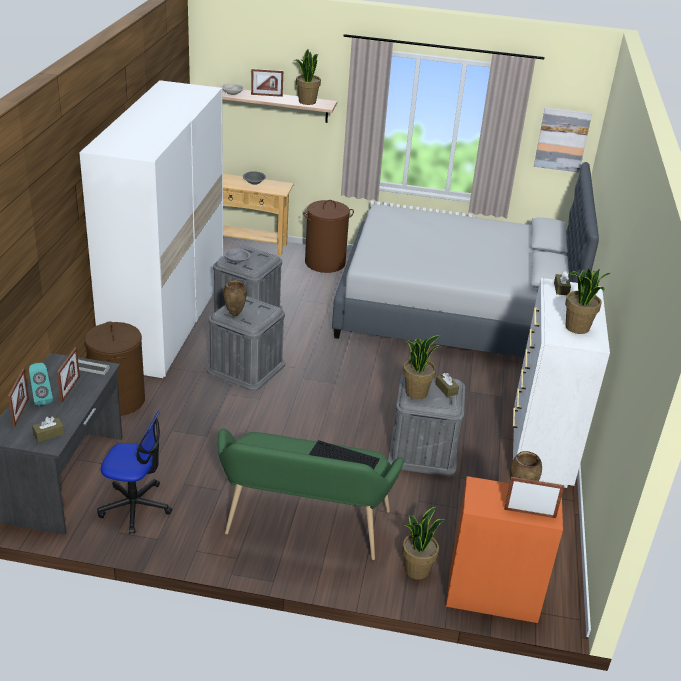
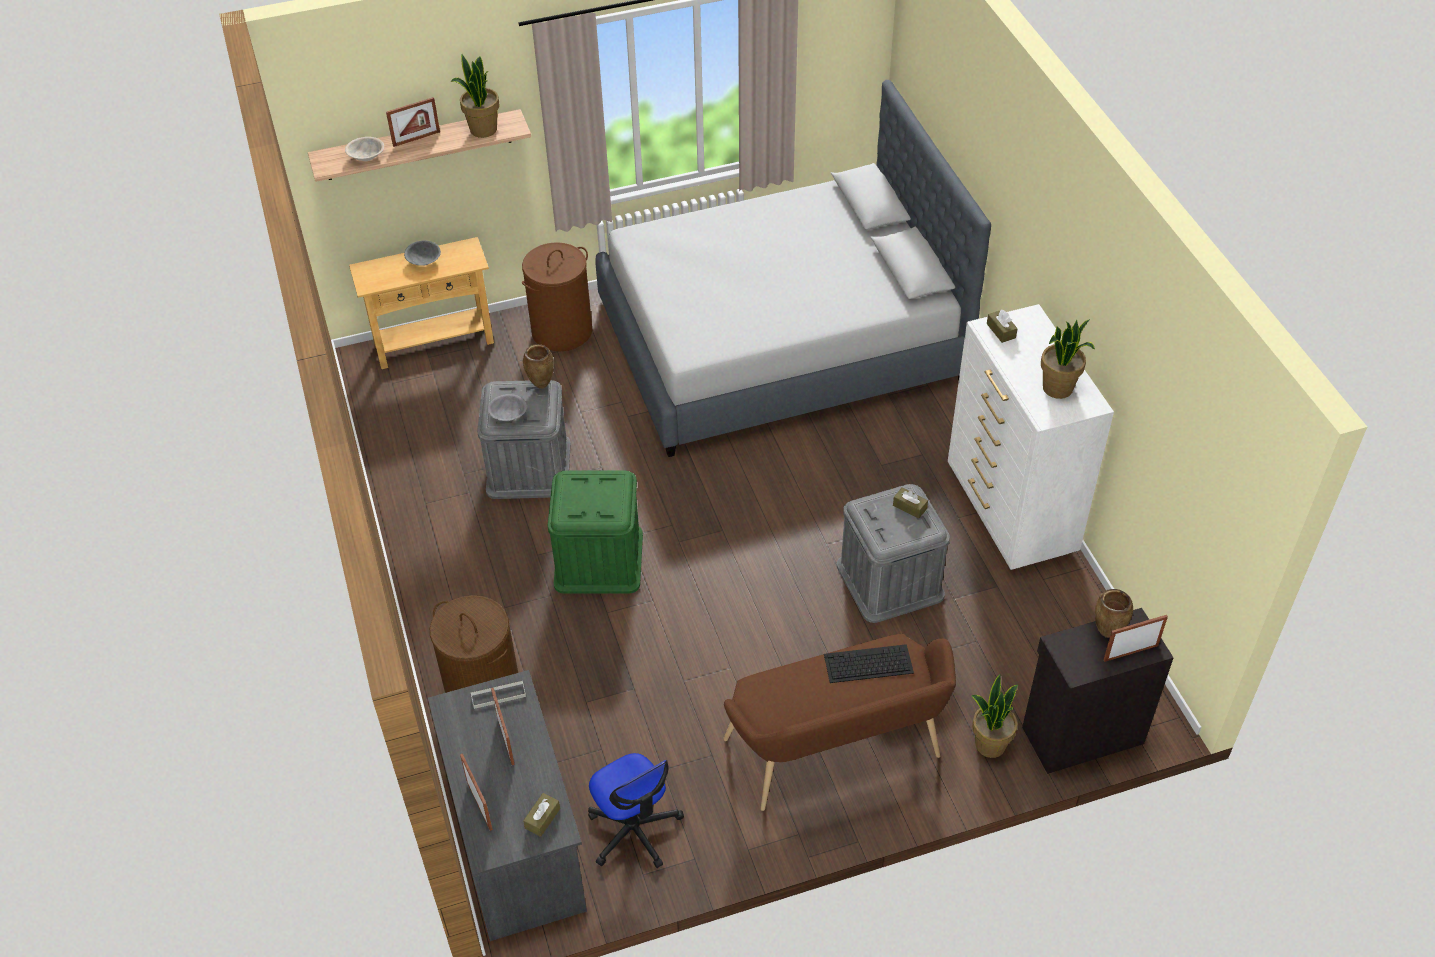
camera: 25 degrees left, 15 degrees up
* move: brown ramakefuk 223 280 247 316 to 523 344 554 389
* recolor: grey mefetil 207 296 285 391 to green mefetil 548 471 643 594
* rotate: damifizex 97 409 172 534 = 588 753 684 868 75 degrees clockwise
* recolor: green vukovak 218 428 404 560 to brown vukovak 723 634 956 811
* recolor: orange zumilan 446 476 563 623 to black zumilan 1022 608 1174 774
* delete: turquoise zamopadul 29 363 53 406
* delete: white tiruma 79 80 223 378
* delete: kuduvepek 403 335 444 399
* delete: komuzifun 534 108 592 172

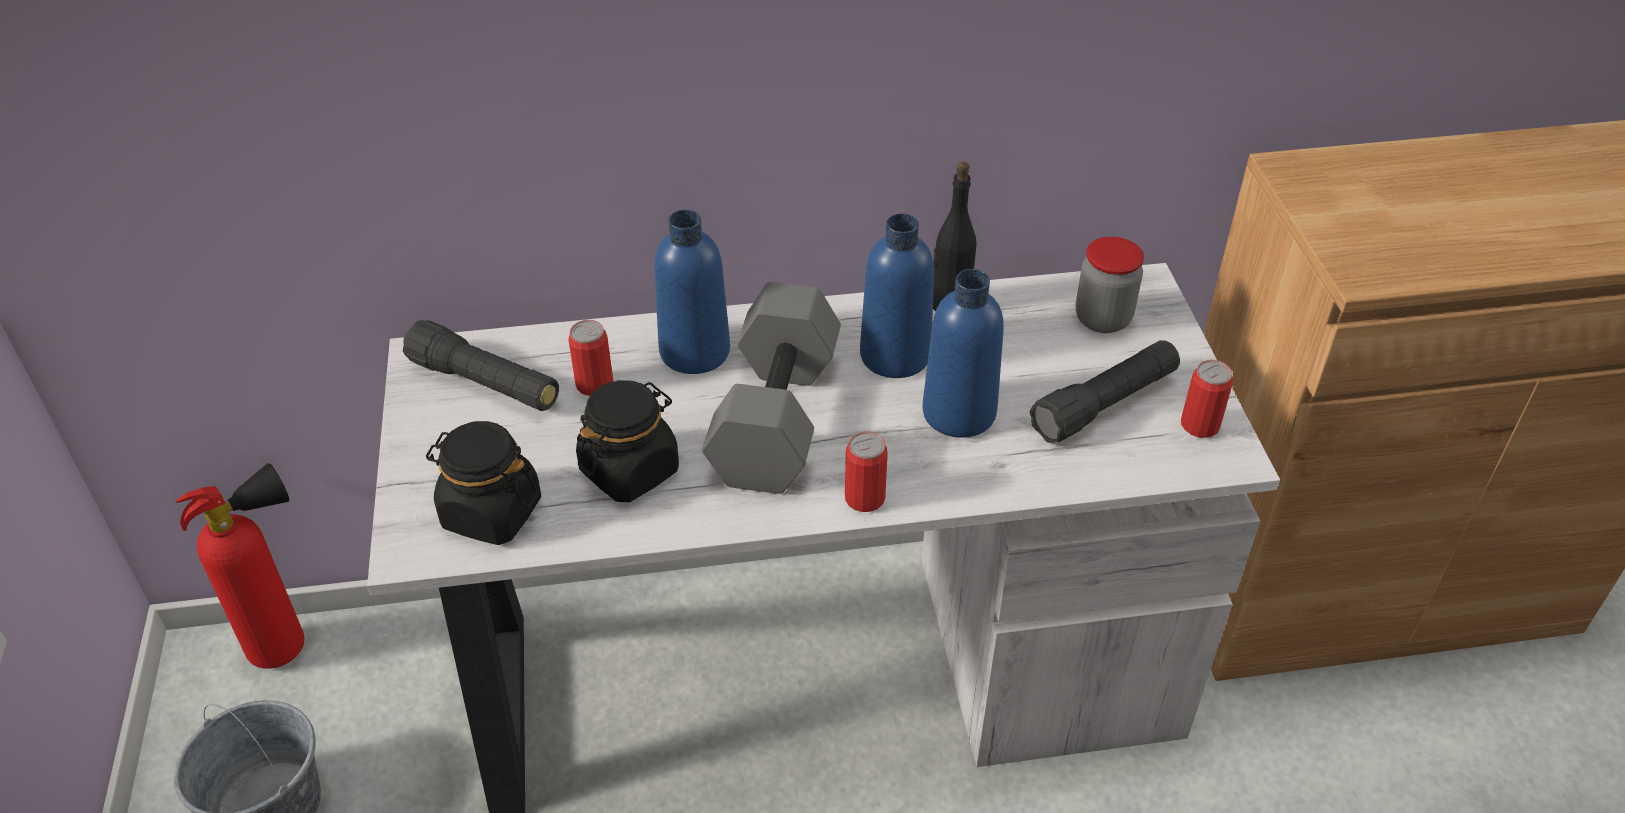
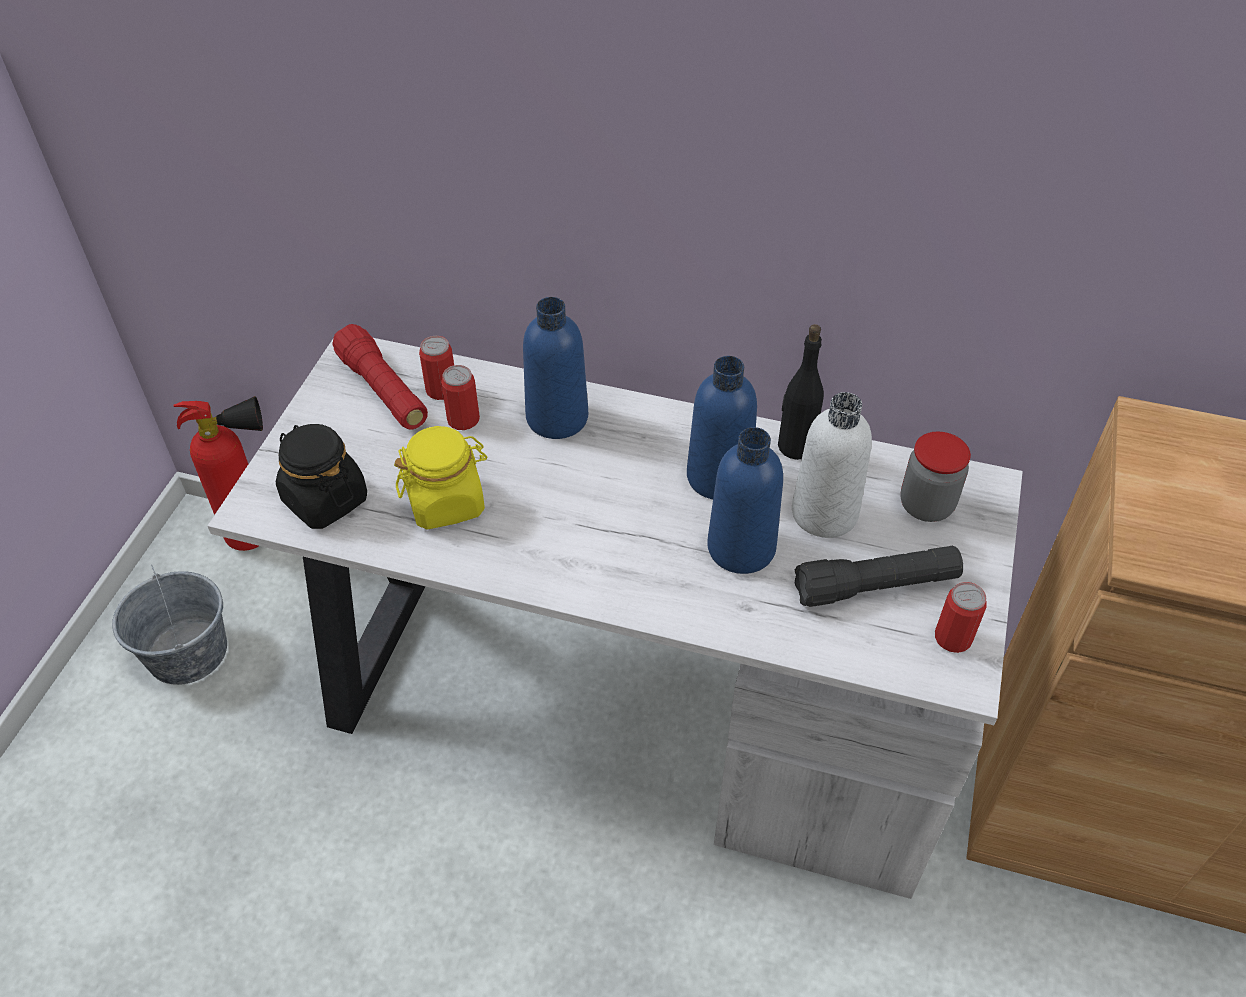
camera: 25 degrees right, 5 degrees up
* recolor: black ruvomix 403 320 559 411 to red ruvomix 333 324 428 430
* recolor: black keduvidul 576 380 679 502 to yellow keduvidul 394 426 487 530
* move: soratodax 845 431 888 512 to 419 336 454 400
* insert: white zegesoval 792 392 872 538
* delete: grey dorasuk 702 282 841 494

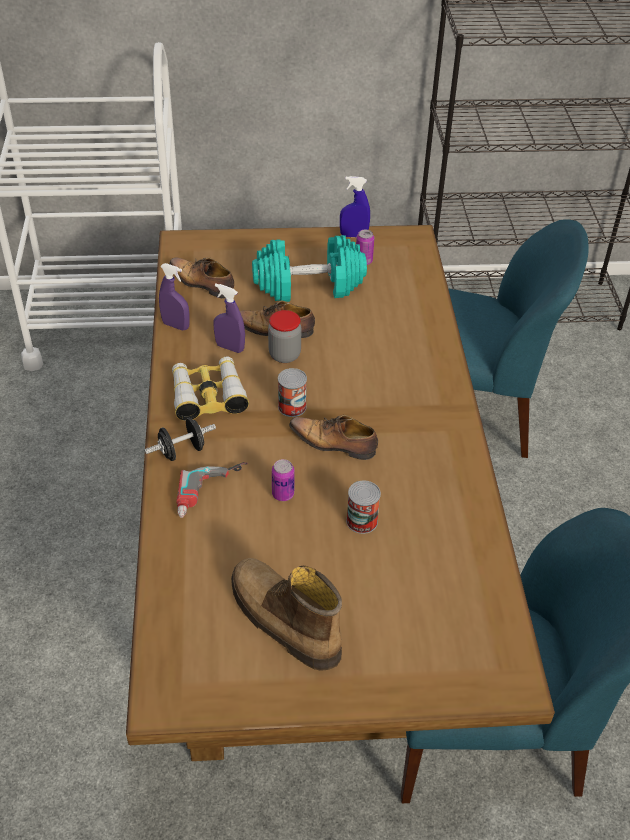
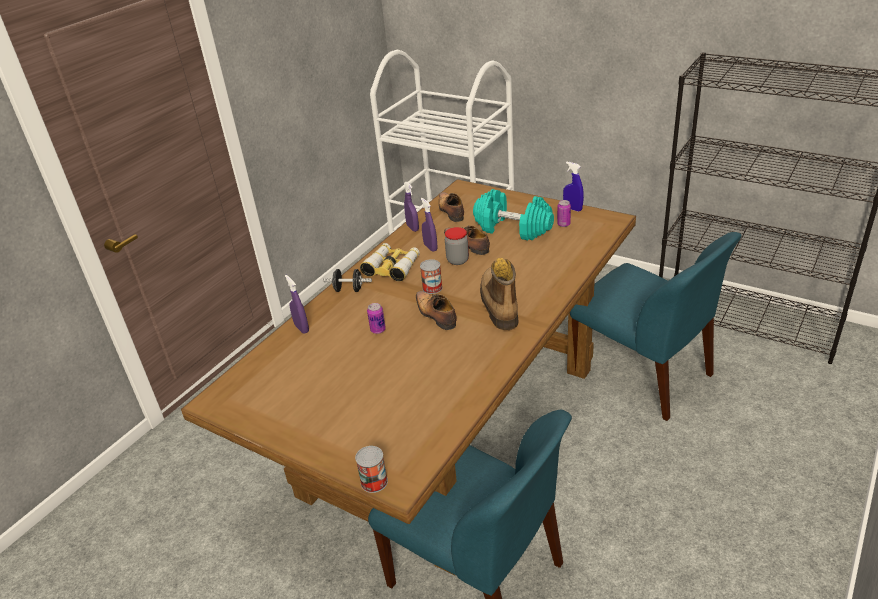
camera: 40 degrees right, 10 degrees down
* insert: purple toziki 285 275 309 334
* move: soratodax 346 480 381 534 to 355 446 388 493
* move: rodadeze 231 558 342 671 to 480 258 519 330
* delete: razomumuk 176 462 248 518

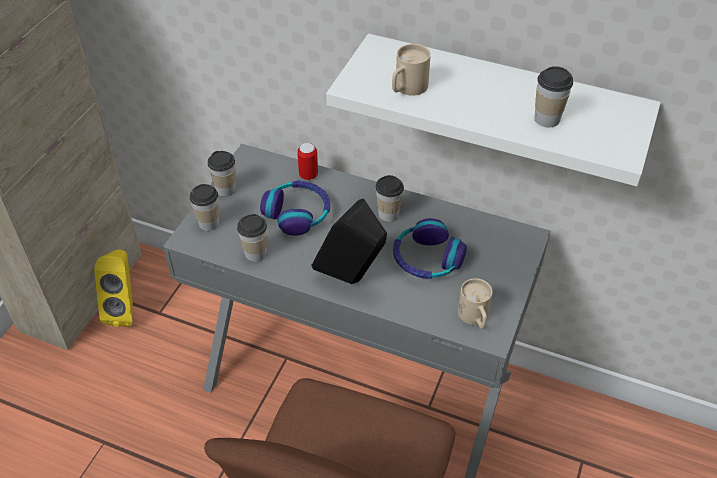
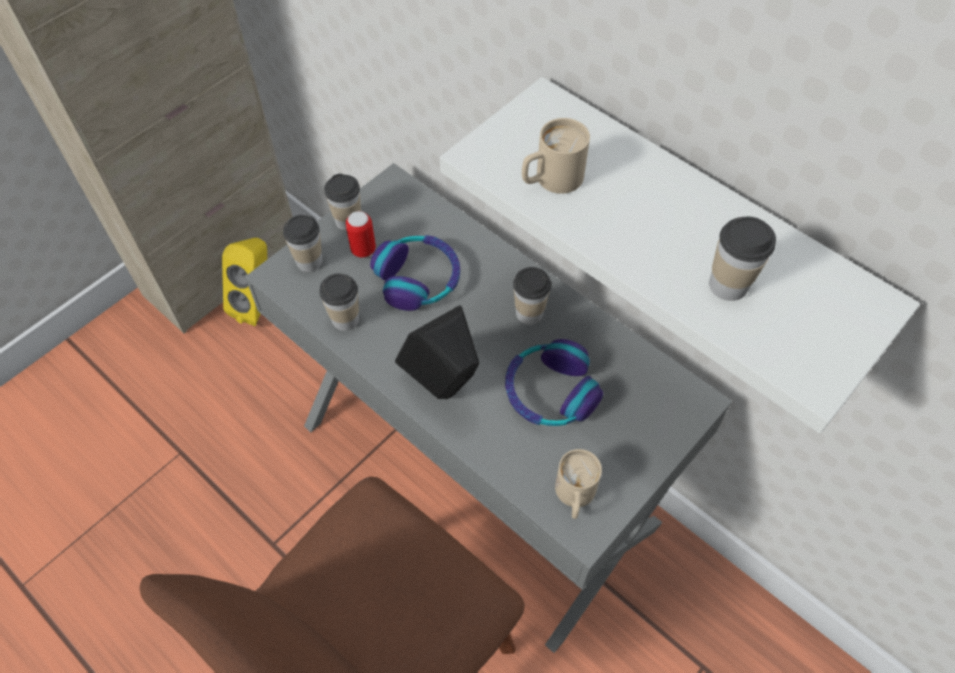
camera: 20 degrees right, 10 degrees up
* move: soratodax 297 143 318 180 to 346 211 376 258

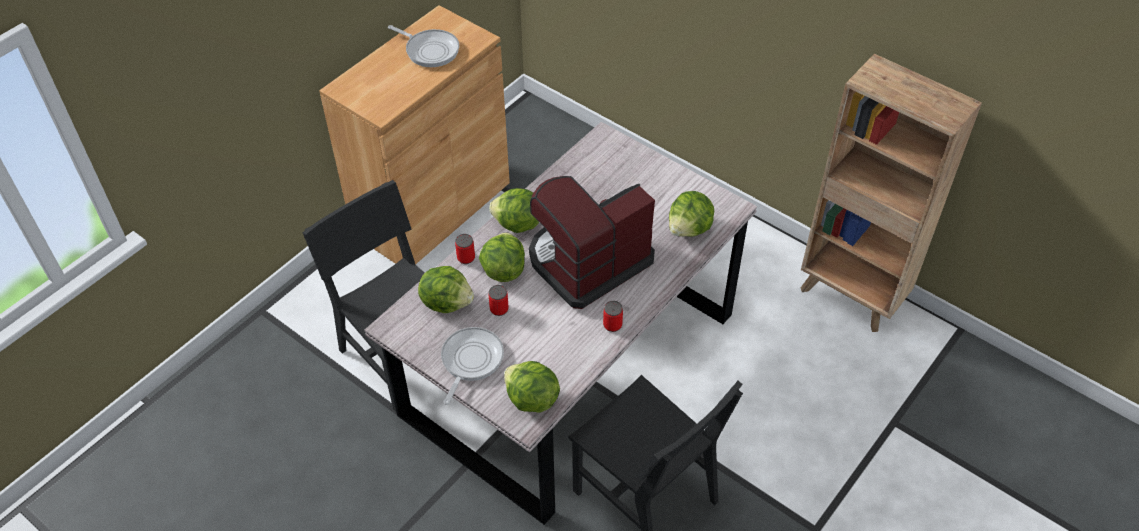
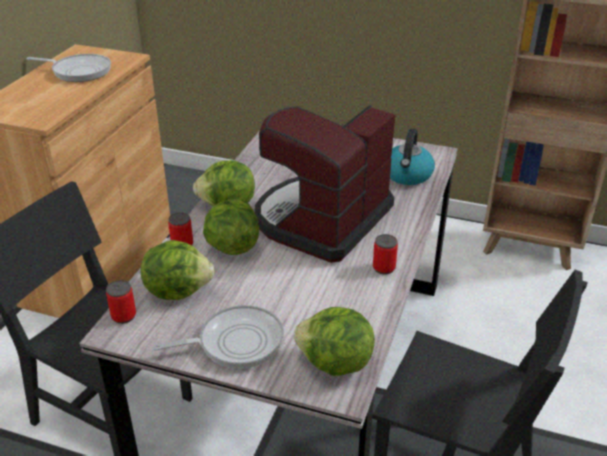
camera: 20 degrees left, 15 degrees down
* move: soratodax 488 285 509 316 to 106 280 136 324
* rotate: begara 441 327 504 405 = 153 305 284 369 75 degrees clockwise
* replace: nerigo 669 191 714 237 to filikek 390 128 435 185

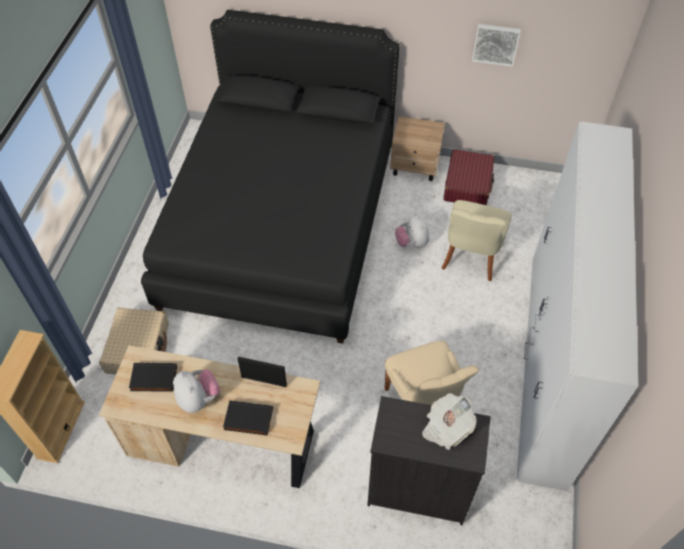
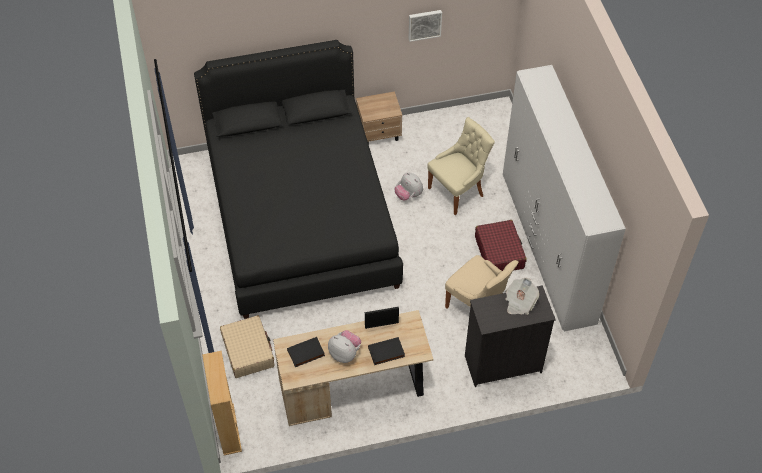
camera: 25 degrees left, 0 degrees up
* rotate: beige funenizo 442 200 512 281 = 427 117 495 215 120 degrees counterclockwise
* move: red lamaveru 443 149 494 205 to 475 220 527 271

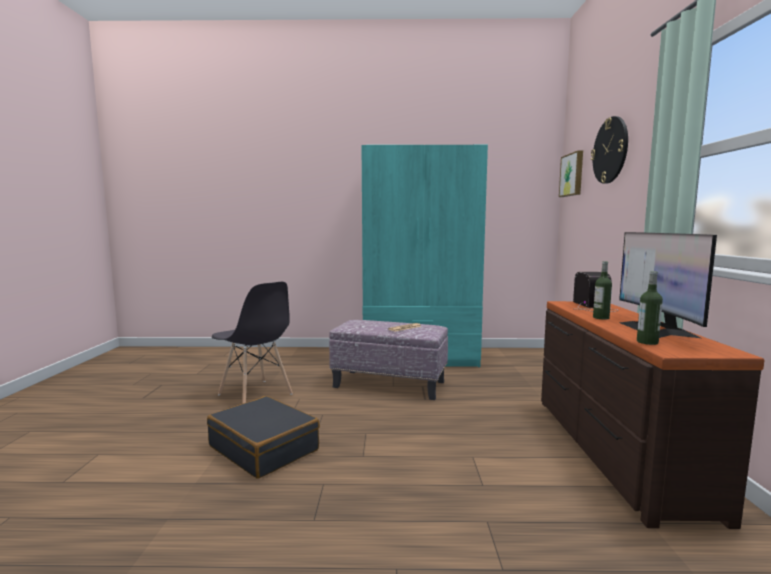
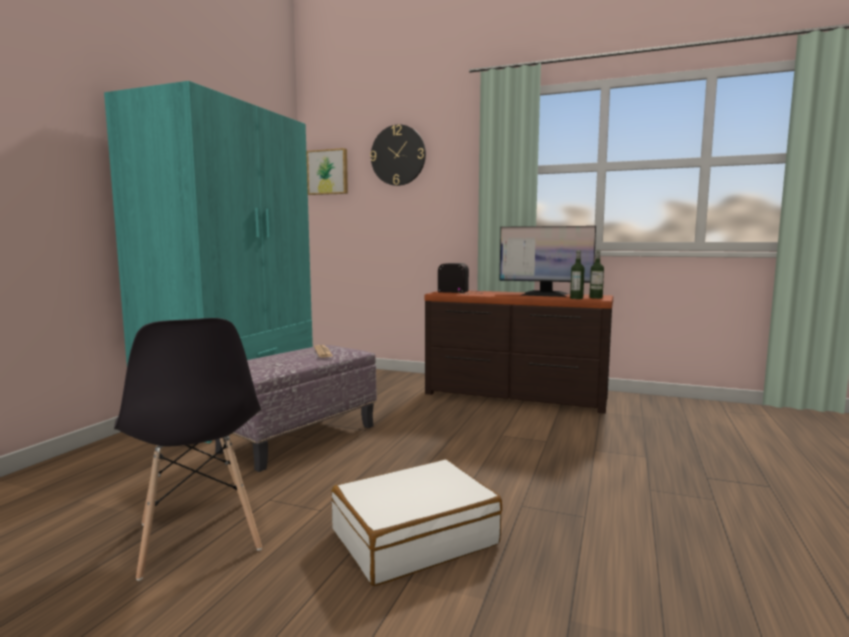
camera: 70 degrees left, 0 degrees up
* rotate: grey funenizo 212 282 293 404 = 114 318 262 581 90 degrees clockwise
* recolor: black lamaveru 207 396 320 479 to white lamaveru 332 459 502 586
* move: zegesoval 593 261 612 320 to 589 250 604 299

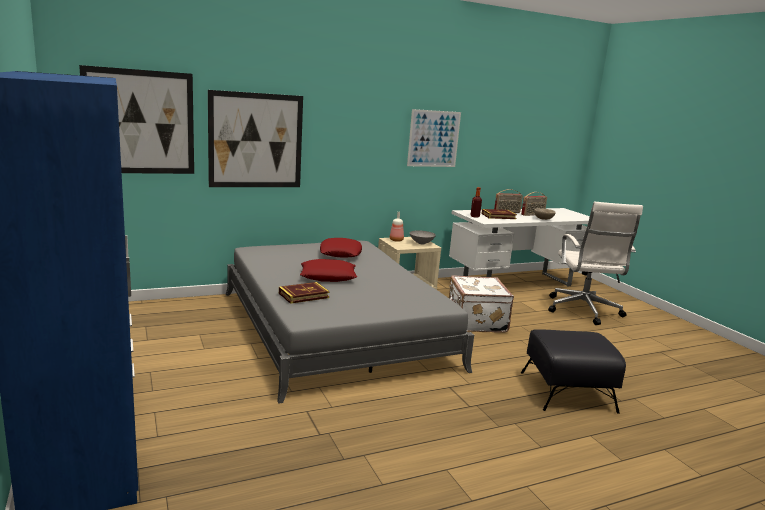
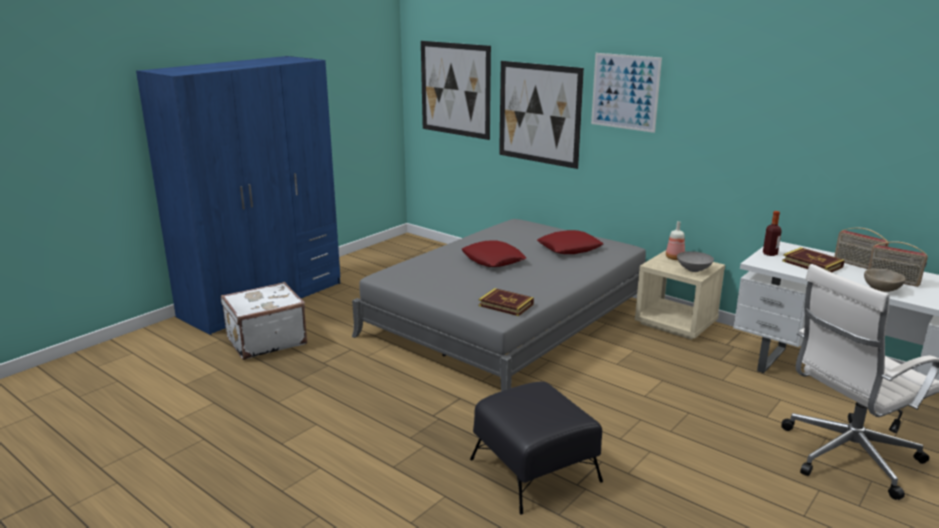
camera: 65 degrees right, 5 degrees up
* move: white lamaveru 449 275 514 333 to 221 282 307 360
* move: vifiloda 279 282 330 304 to 479 288 534 316
* move: komuzifun 407 109 461 167 to 591 53 662 133

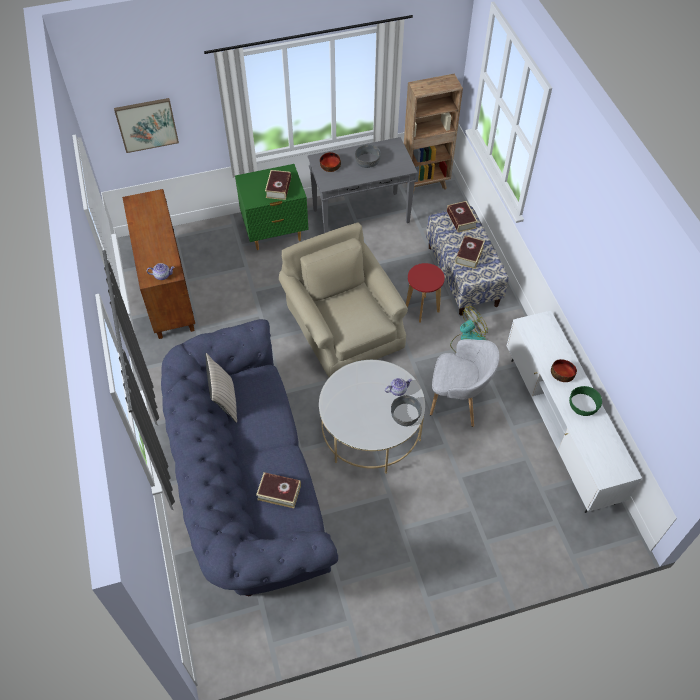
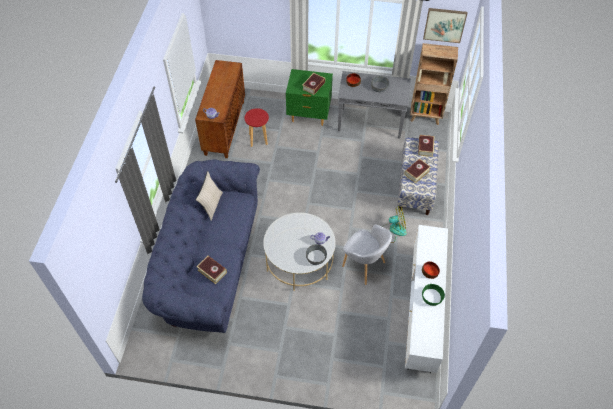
camera: 25 degrees right, 0 degrees up
* move: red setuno 406 263 445 323 to 244 108 269 147
* move: komuzifun 114 98 179 153 to 423 8 467 43
* delete: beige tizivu 279 223 408 377

